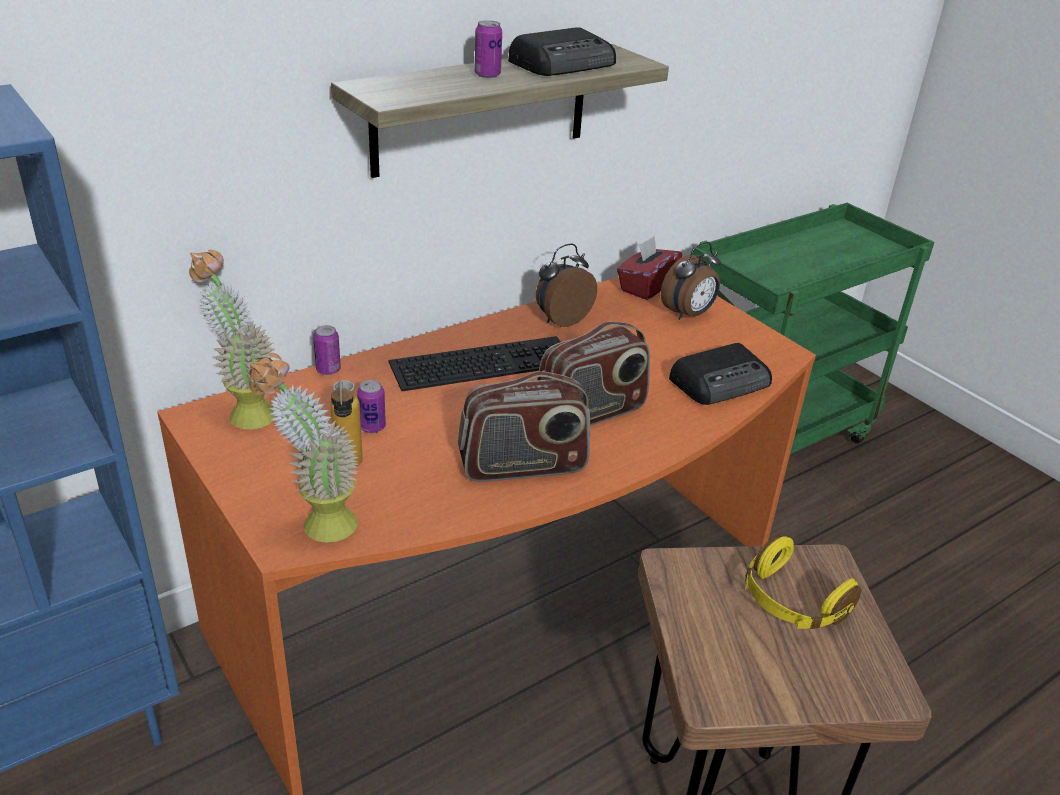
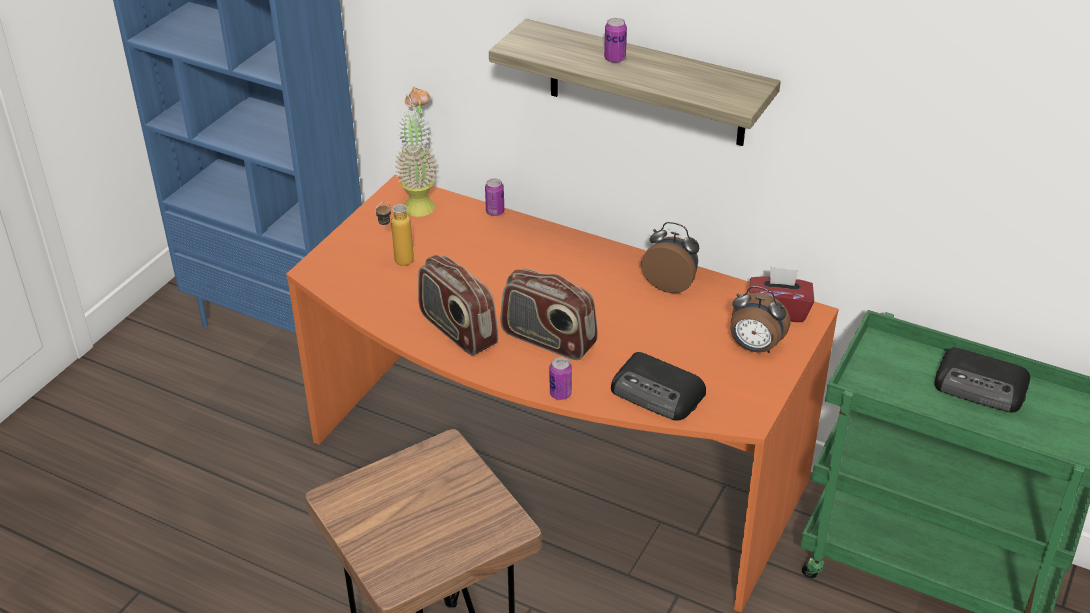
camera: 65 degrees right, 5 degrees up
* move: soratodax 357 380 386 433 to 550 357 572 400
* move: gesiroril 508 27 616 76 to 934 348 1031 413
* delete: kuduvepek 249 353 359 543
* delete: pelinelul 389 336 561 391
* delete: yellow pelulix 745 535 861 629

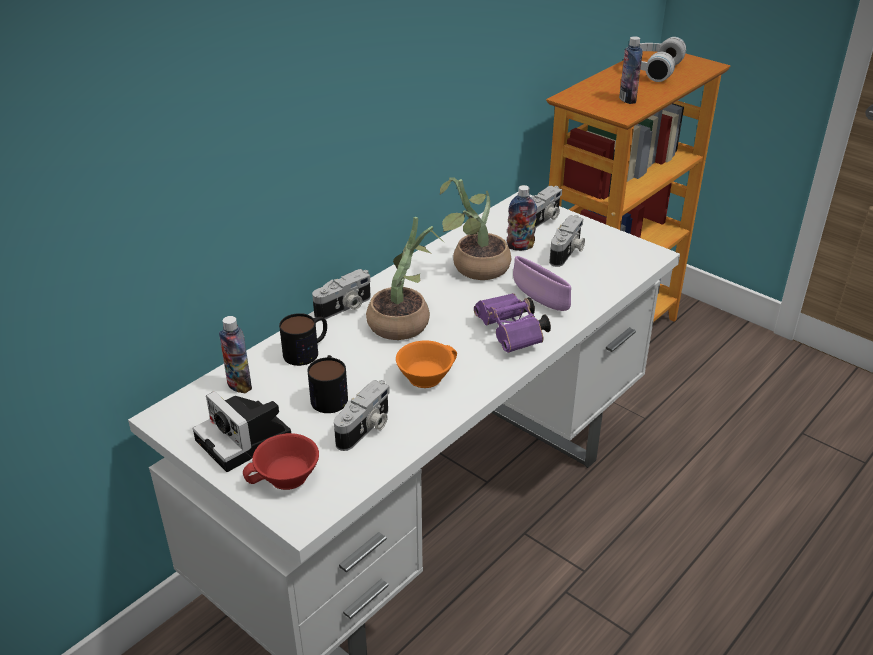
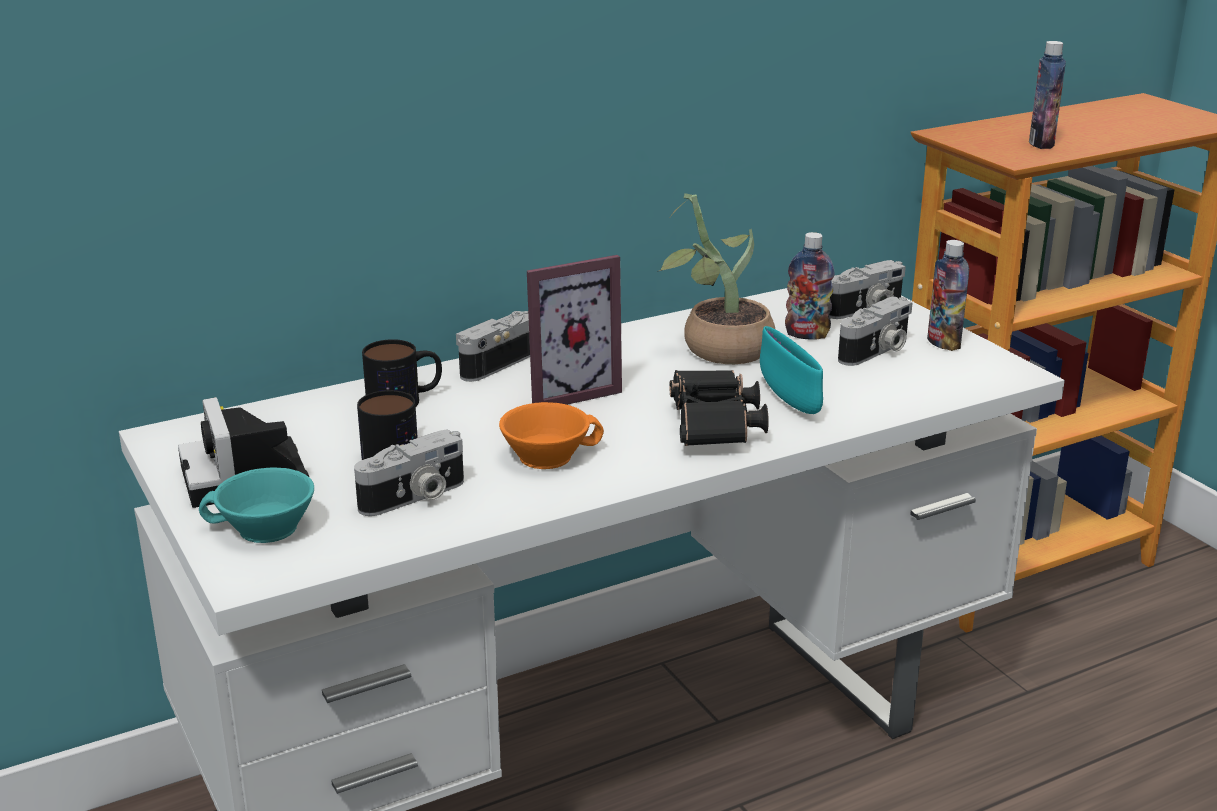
camera: 20 degrees right, 10 degrees down
* recolor: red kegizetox 243 433 319 490 to turquoise kegizetox 199 467 314 543
* rotate: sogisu 312 269 371 319 = 456 311 530 382 150 degrees clockwise
* replace: kuduvepek 366 217 444 340 to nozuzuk 527 255 622 405
* recolor: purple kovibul 474 293 551 353 to black kovibul 669 370 769 446
* recolor: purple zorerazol 513 256 571 311 to turquoise zorerazol 760 326 823 414
* move: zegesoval 219 316 252 393 to 927 240 969 351
* delete: white pelulix 624 37 686 82

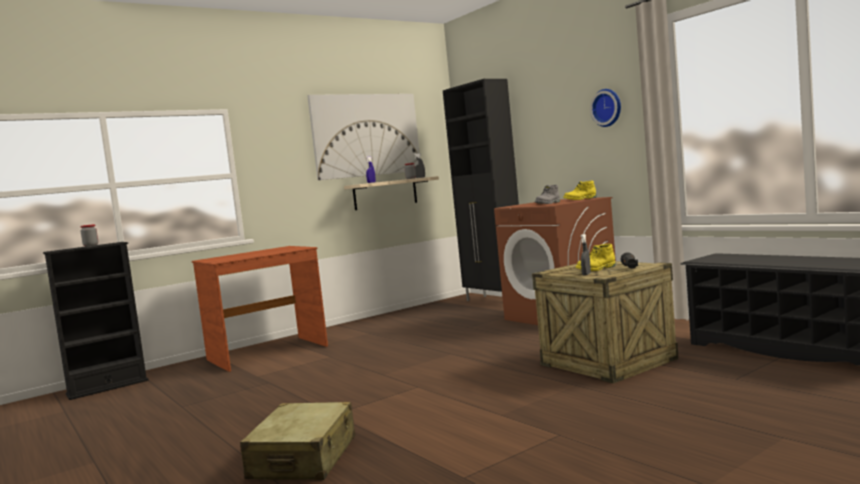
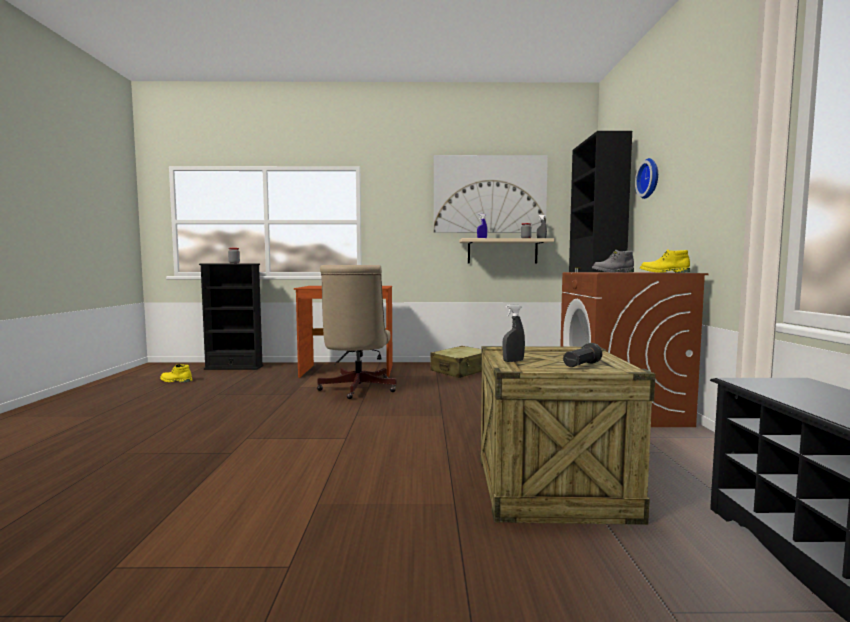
camera: 35 degrees right, 0 degrees up
* move: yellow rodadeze 576 244 616 271 to 160 364 192 382
* insert: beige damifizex 317 265 397 399
* move: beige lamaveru 240 402 355 480 to 430 346 482 378
* move: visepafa 590 89 621 127 to 635 158 658 199

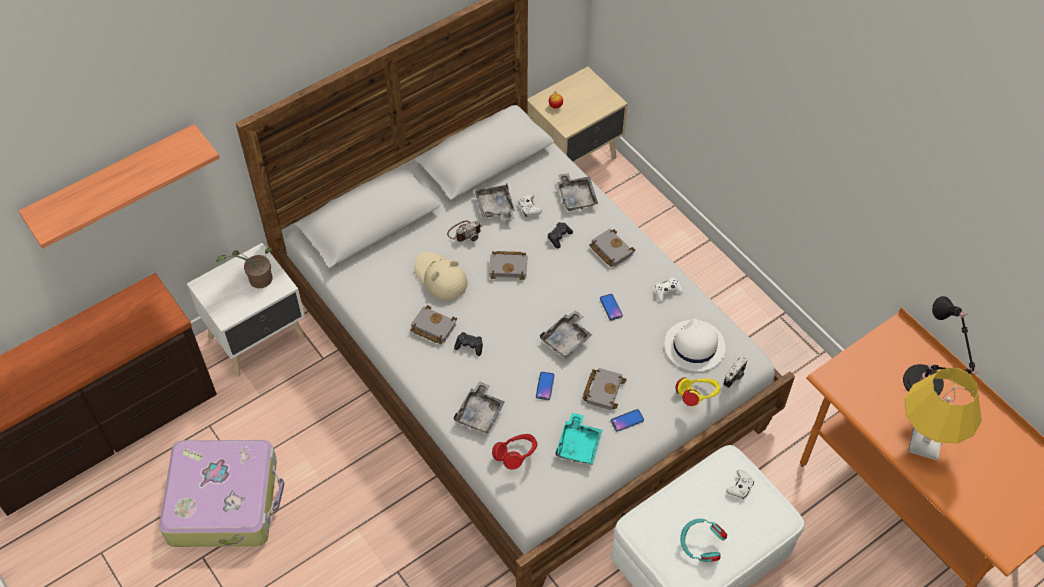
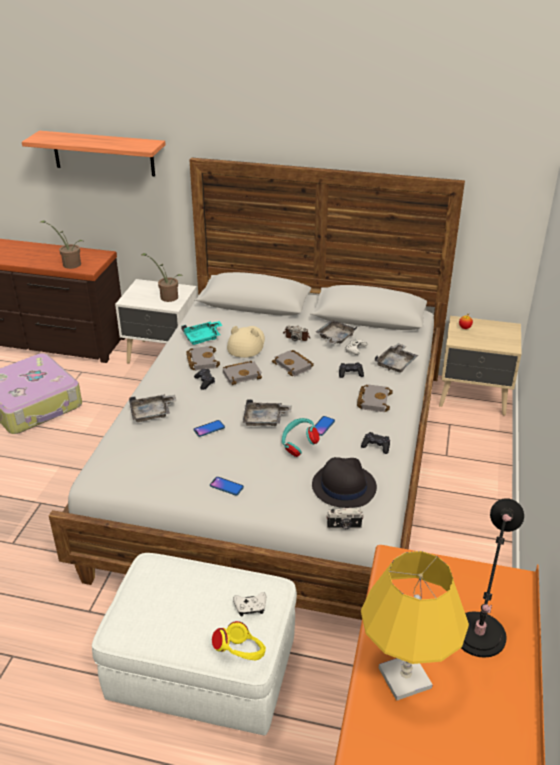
camera: 50 degrees right, 20 degrees down
* insert: kuduvepek 39 220 85 269
* move: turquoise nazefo 555 413 602 465 to 181 321 223 345
* move: yellow pelulix 675 377 720 406 to 212 621 266 660
* move: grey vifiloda 582 368 627 410 to 223 361 262 385
* move: turquoise pelulix 680 519 727 562 to 282 418 319 457
* recolor: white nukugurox 665 318 726 371 to black nukugurox 312 457 377 508
* recolor: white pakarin 656 278 683 302 to black pakarin 361 432 390 454
* delete: red pelulix 492 434 537 470

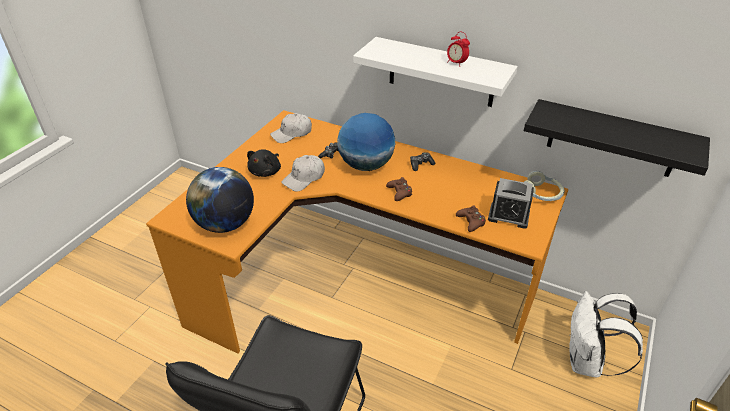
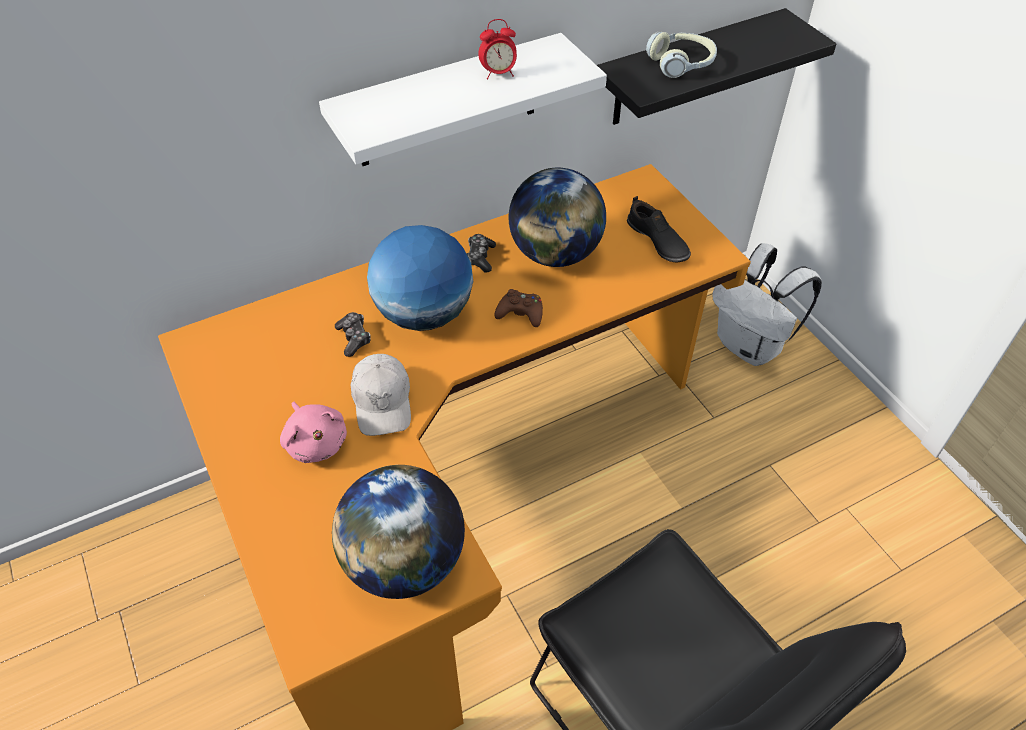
camera: 55 degrees left, 10 degrees up
* recolor: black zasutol 247 149 281 177 to pink zasutol 280 402 347 463
* insert: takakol 508 168 606 267
* replace: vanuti 488 178 534 229 to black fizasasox 627 196 691 263
* move: pelulix 524 171 565 201 to 646 32 717 78
* delete: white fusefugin 270 113 312 143
* delete: brown pakarin 456 205 486 232

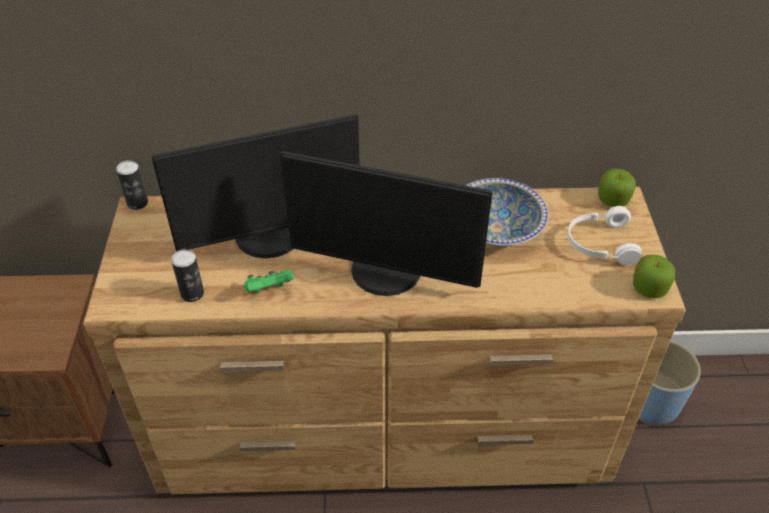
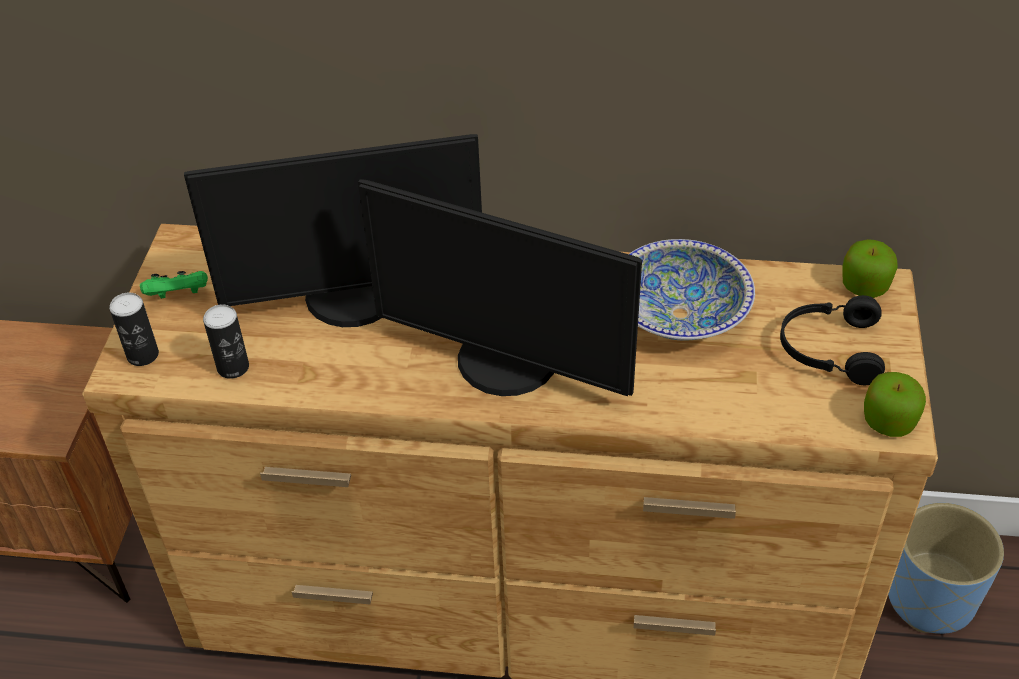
camera: 10 degrees right, 0 degrees up
* move: soratodax 116 160 148 210 to 109 293 159 366
* move: green pakarin 244 270 294 293 to 140 271 208 299
* recolor: white pelulix 567 206 642 266 to black pelulix 780 295 885 385

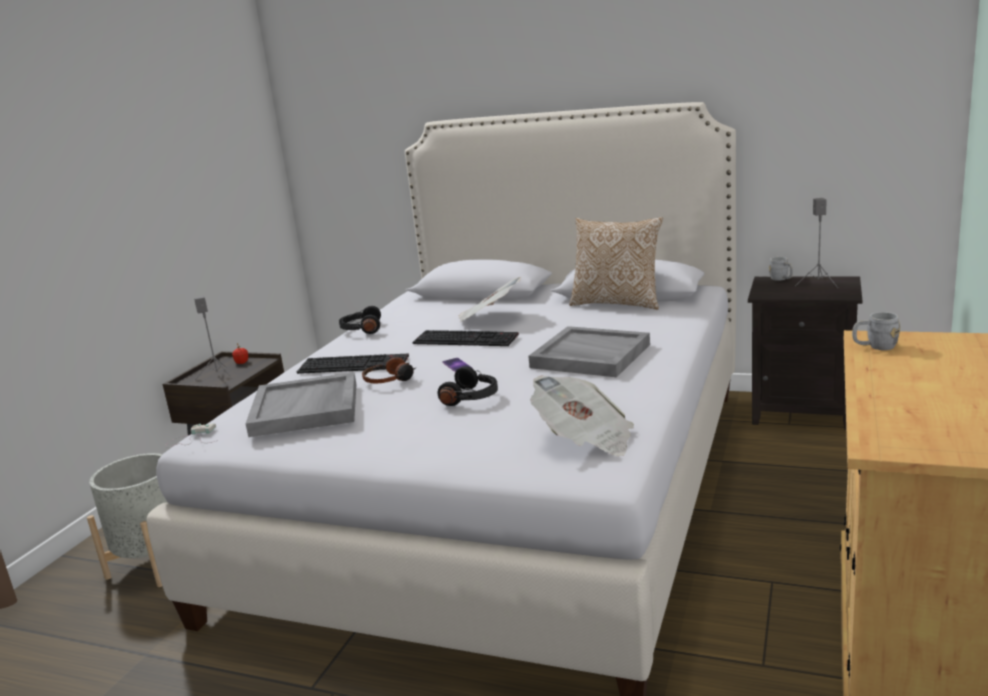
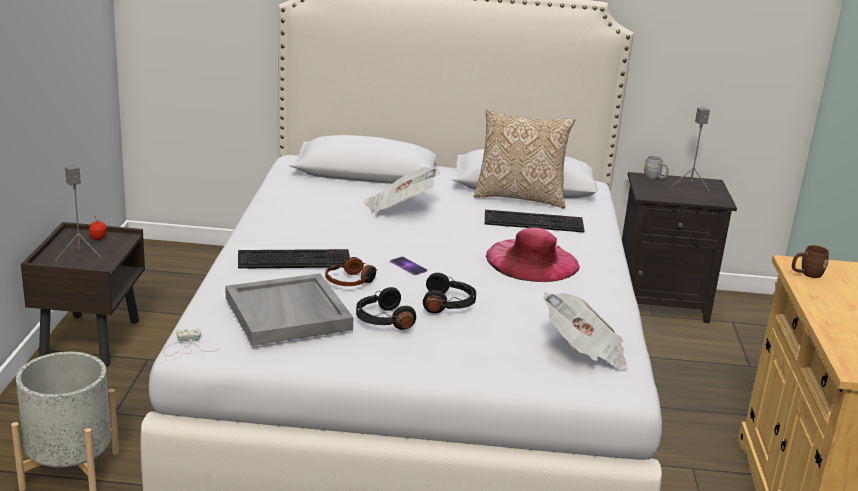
camera: 20 degrees left, 5 degrees up
* move: black pelulix 339 306 381 334 to 356 287 416 330
* move: pelinelul 413 330 519 346 to 485 210 585 232
* replace: grey nazefo 528 326 650 377 to pink nukugurox 486 227 580 282
* recolor: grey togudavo 852 312 900 350 to brown togudavo 792 245 829 278

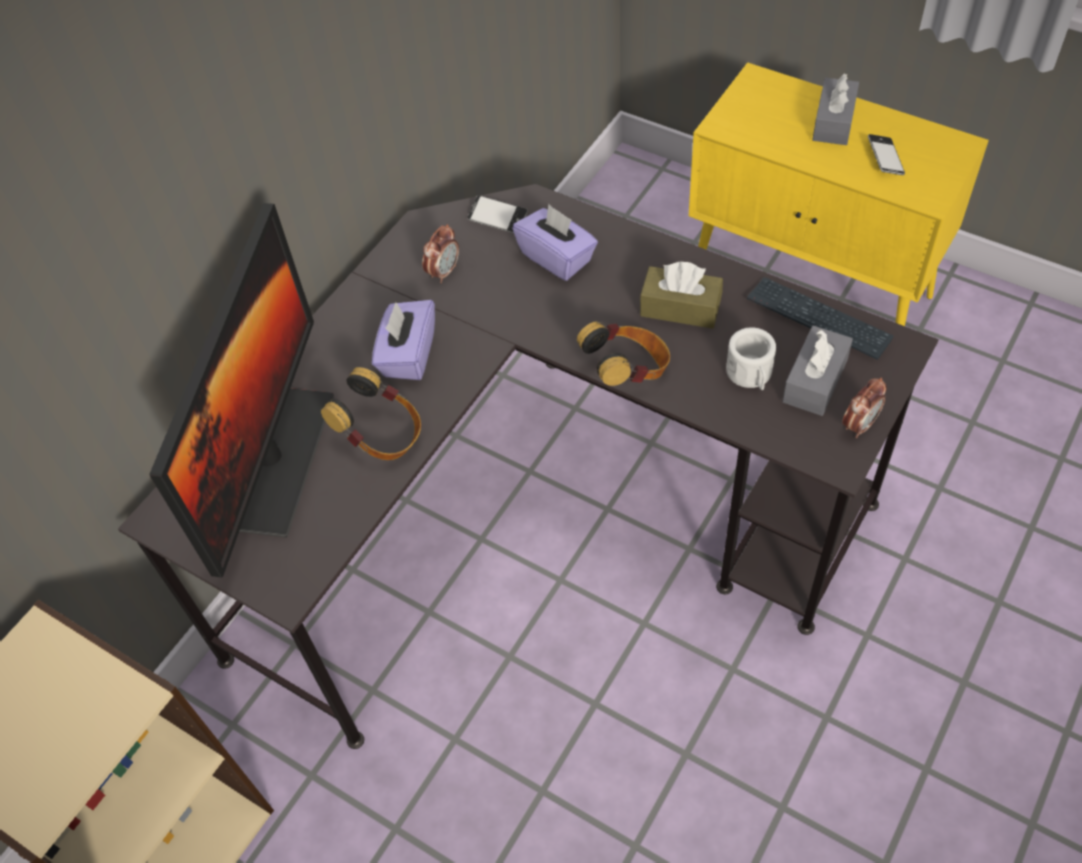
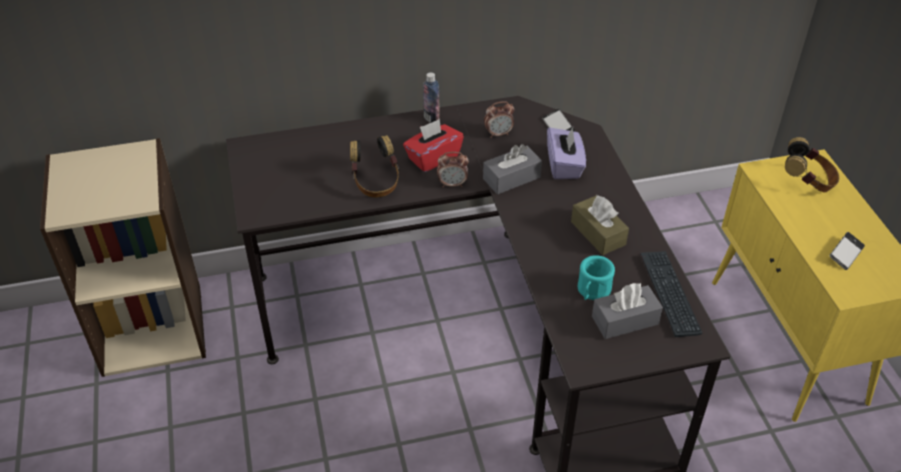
camera: 40 degrees right, 10 degrees down
* recolor: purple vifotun 372 300 435 380 to red vifotun 403 119 464 172
* insert: zegesoval 423 72 440 123
* move: vanuti 842 378 887 438 to 437 152 469 187
* move: grey vifotun 812 74 859 145 to 483 144 542 194
* recolor: white togudavo 726 327 776 390 to turquoise togudavo 578 255 615 300
* move: pelulix 577 322 670 386 to 785 137 840 192
* delete: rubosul 150 203 334 578

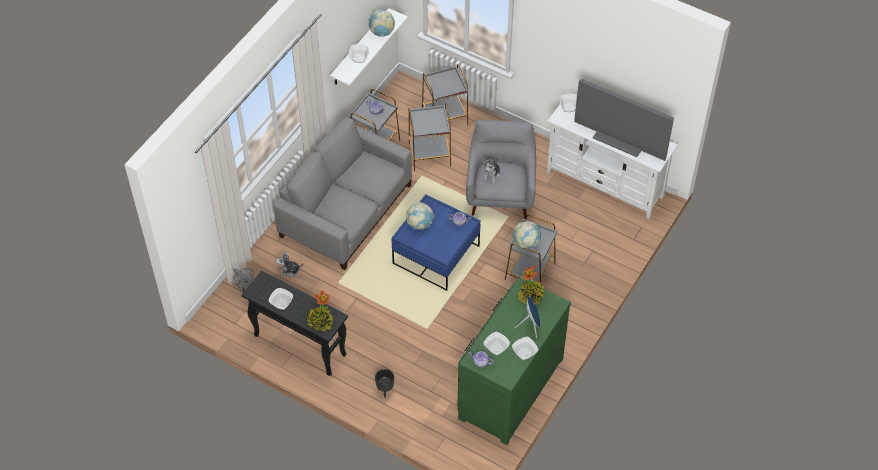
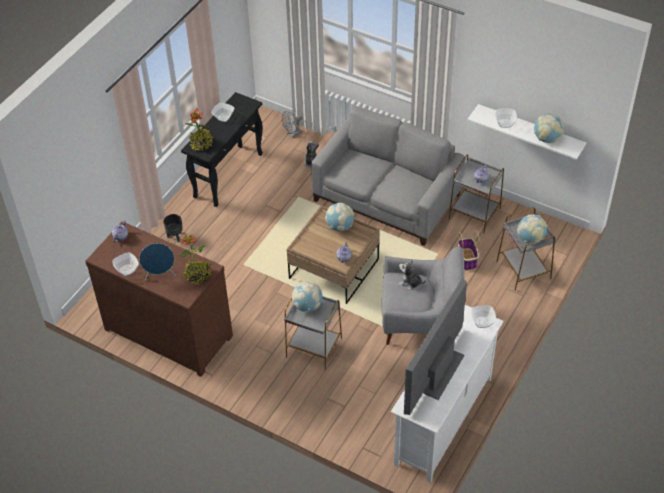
camera: 90 degrees right, 5 degrees down
* recolor: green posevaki 457 277 571 445 to brown posevaki 85 221 233 377
* recolor: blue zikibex 391 194 481 291 to brown zikibex 287 206 379 304
* replace: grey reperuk 409 104 451 172 to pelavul 458 230 480 271
* insert: takakol 517 215 547 245
* delete: zorerazol 483 332 510 355

